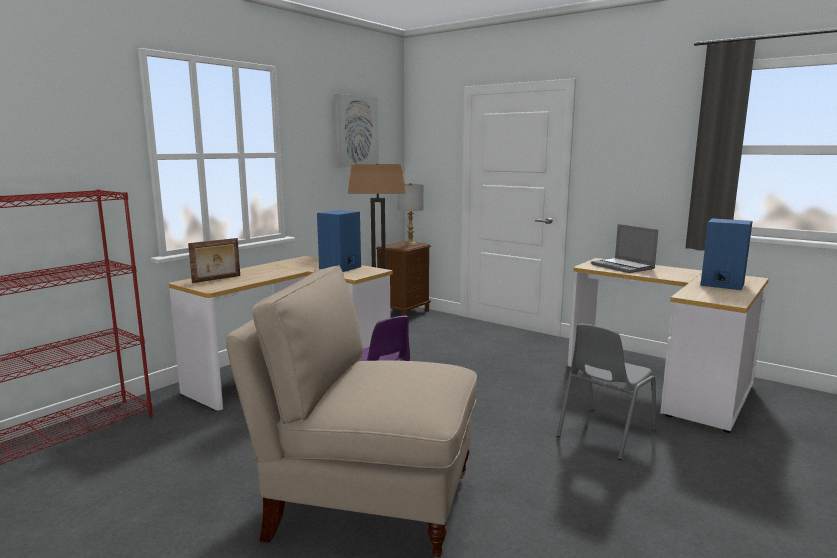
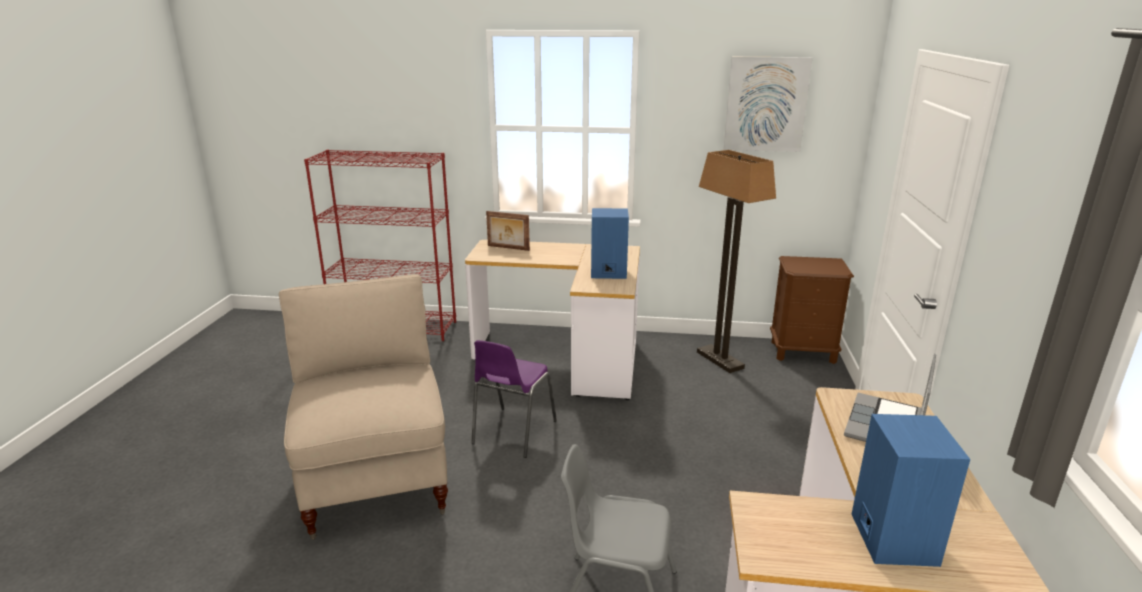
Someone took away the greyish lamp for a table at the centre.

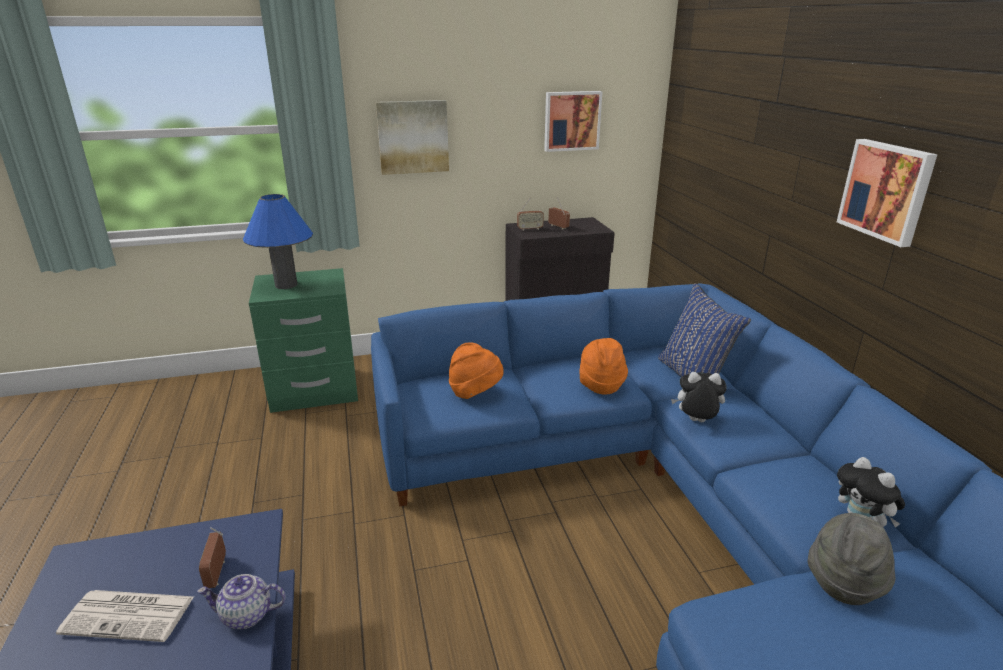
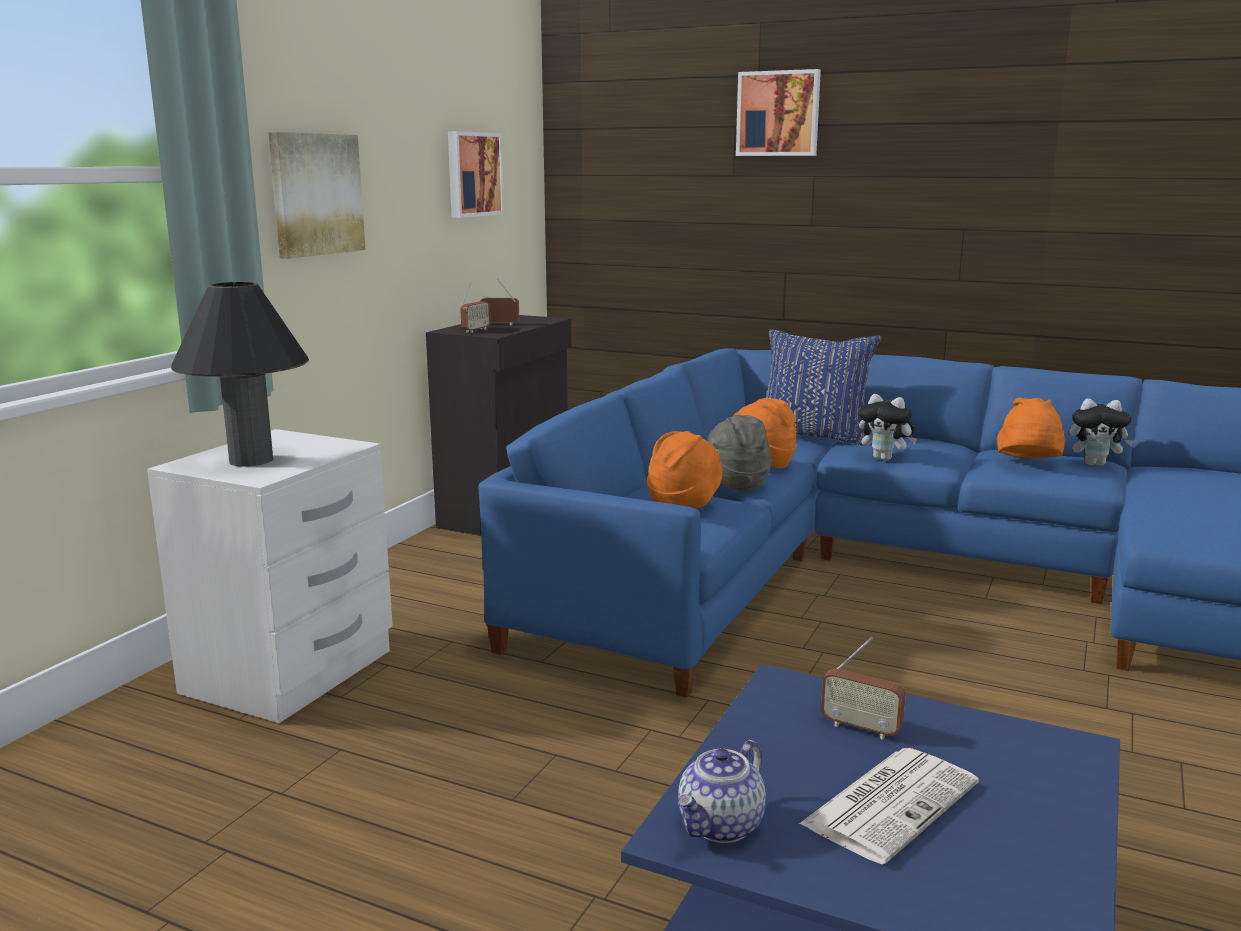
Someone put down the orange-coloured hat (3rd from left) at the middle right.
Someone carried the teapot from the bottom left to the bottom centre.
Someone carried the greyish hat from the bottom right to the centre.
Someone carried the wall art (3rd from left) from the top right to the top centre.
Someone repainted the blue lamp for a table at the middle left, which became the blackish lamp for a table at the middle left.
Someone repainted the greenish bedside table at the middle left, which became the white-coloured bedside table at the middle left.
Someone rotated the soft toy (1st from left) at the middle right by 105 degrees counterclockwise.

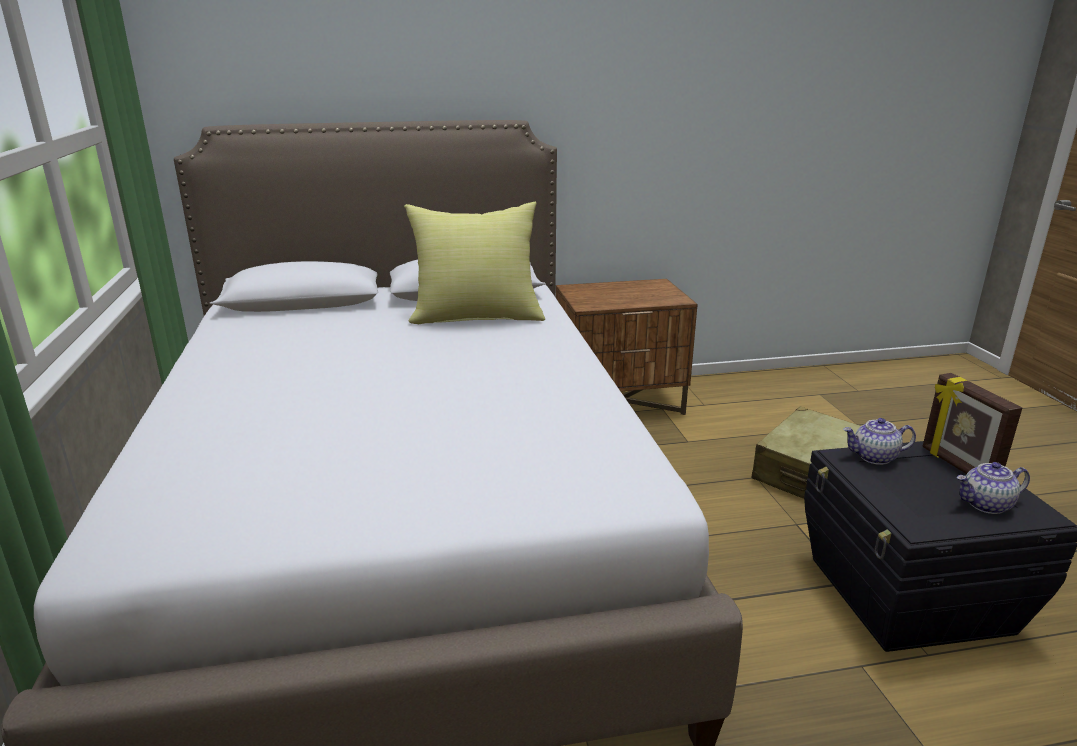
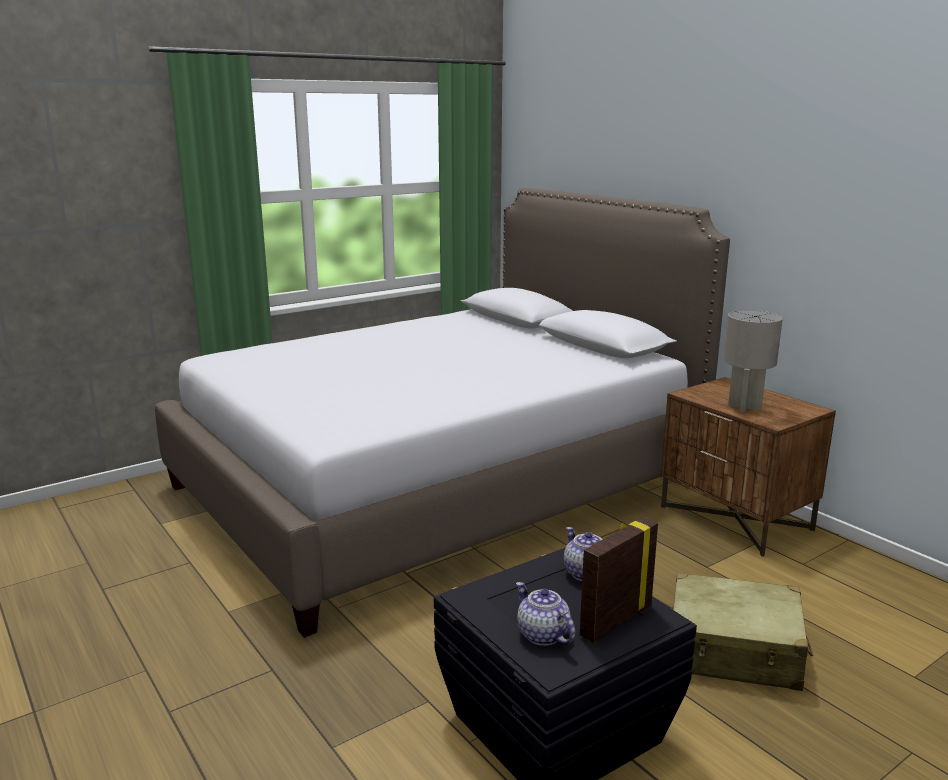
Someone took away the yellow-coloured throw pillow at the centre.
Someone put down the greyish lamp for a table at the middle right.

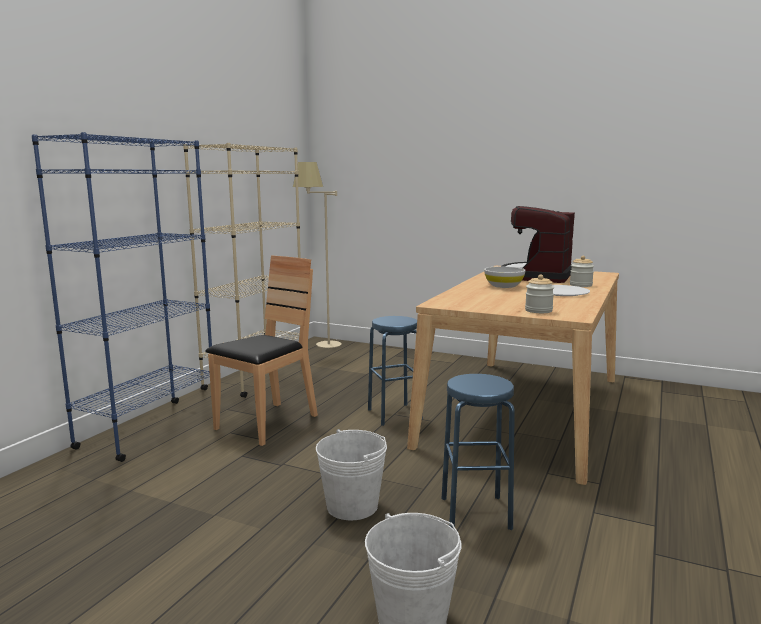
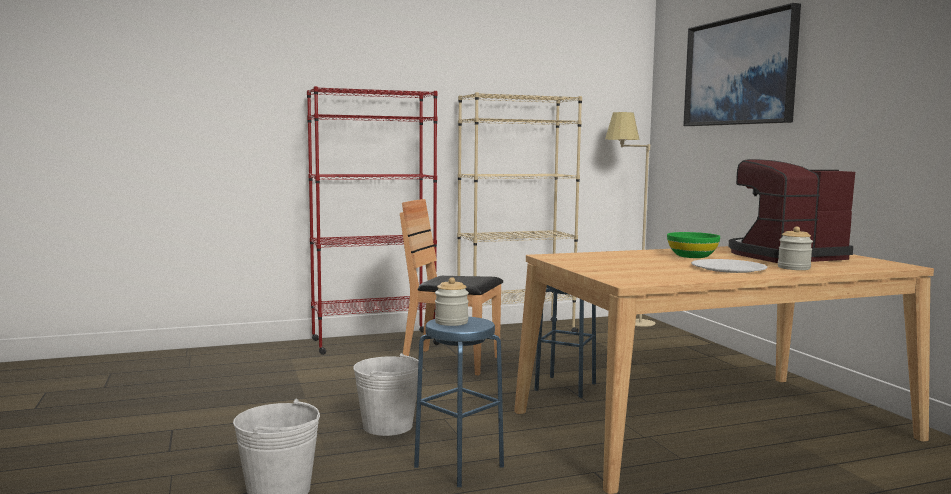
Someone put up the wall art at the top right.
Someone carried the preserve jar (1st from left) from the middle right to the centre.
Someone repainted the blue bookcase at the middle left, which became the red bookcase at the centre.
Someone repainted the white-coloured deep dish at the centre, which became the greenish deep dish at the middle right.
Someone rotated the brown-coloured upright chair at the centre by 150 degrees counterclockwise.

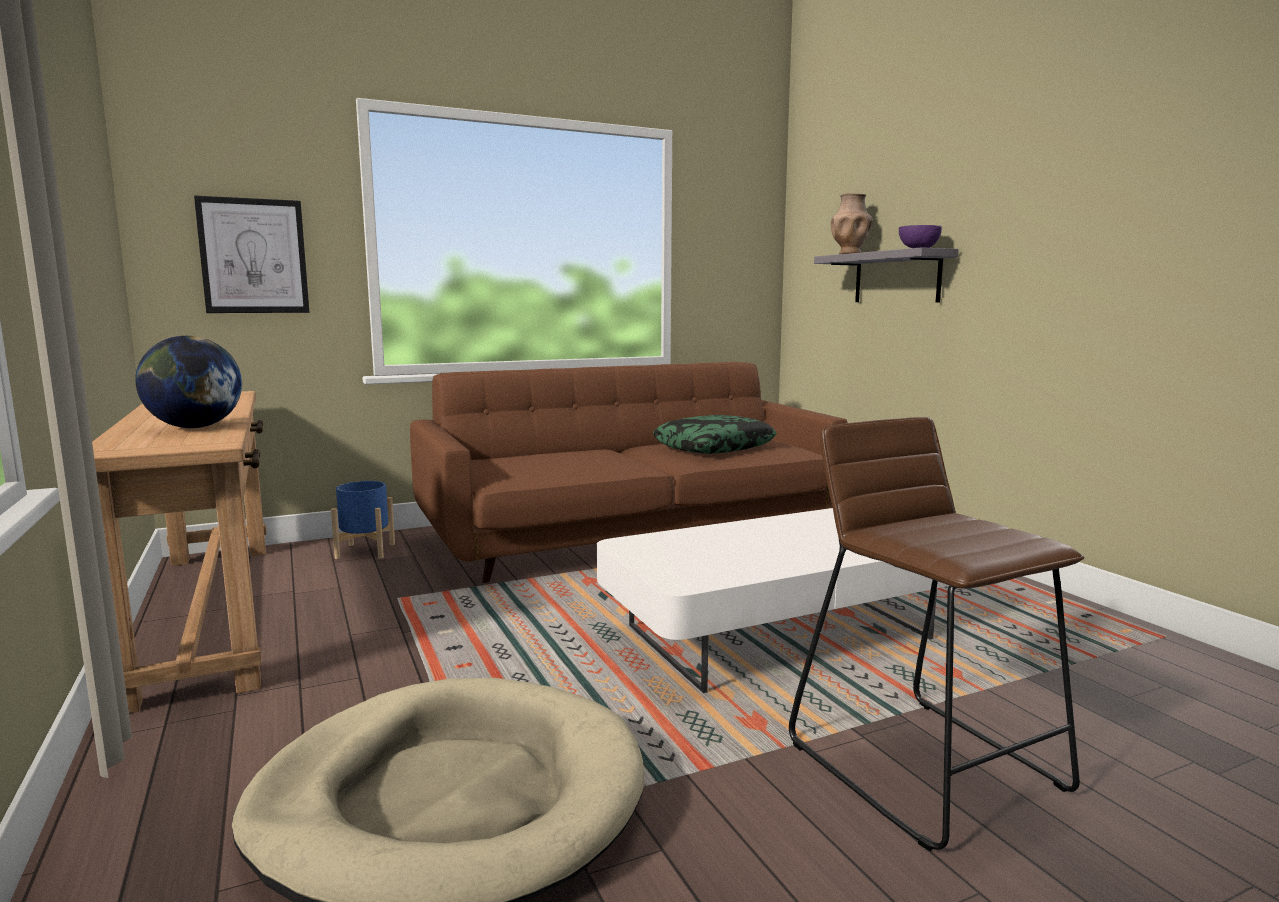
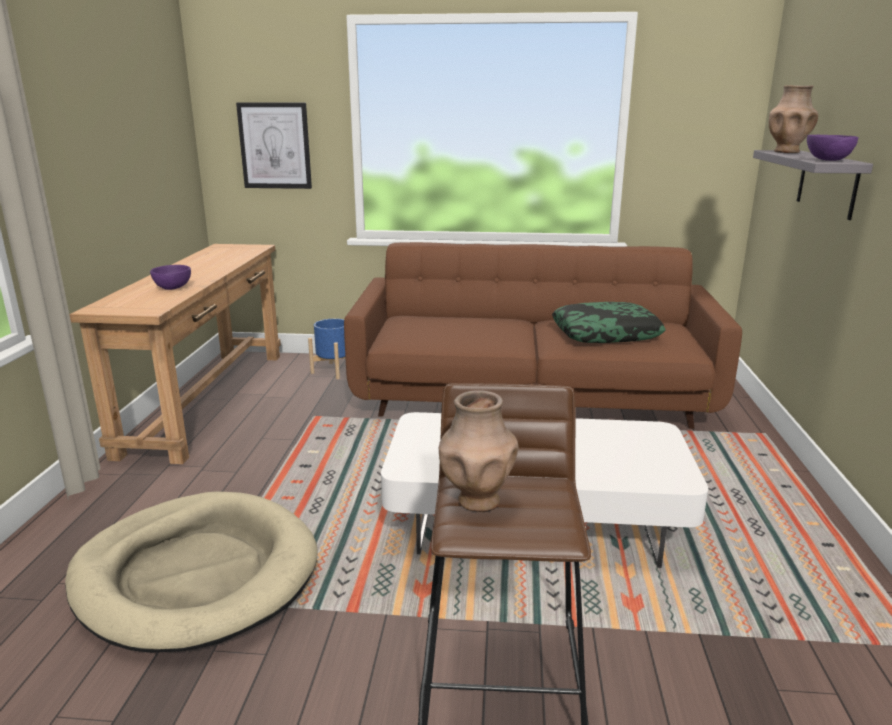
Someone put down the brown-coloured decorative vase (1st from left) at the centre.
Someone swapped the desk globe at the middle left for the purple-coloured deep dish (1st from left) at the middle left.

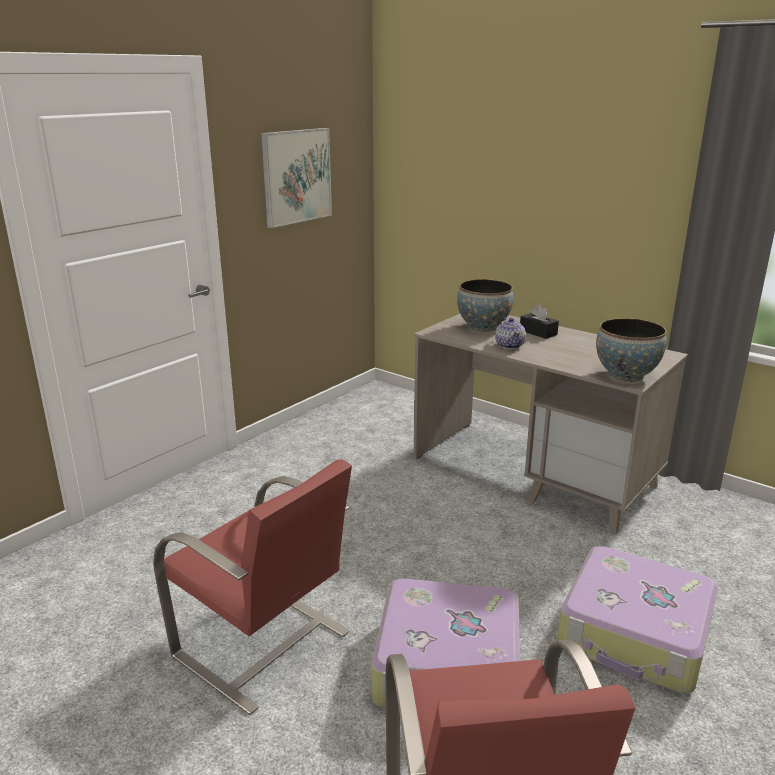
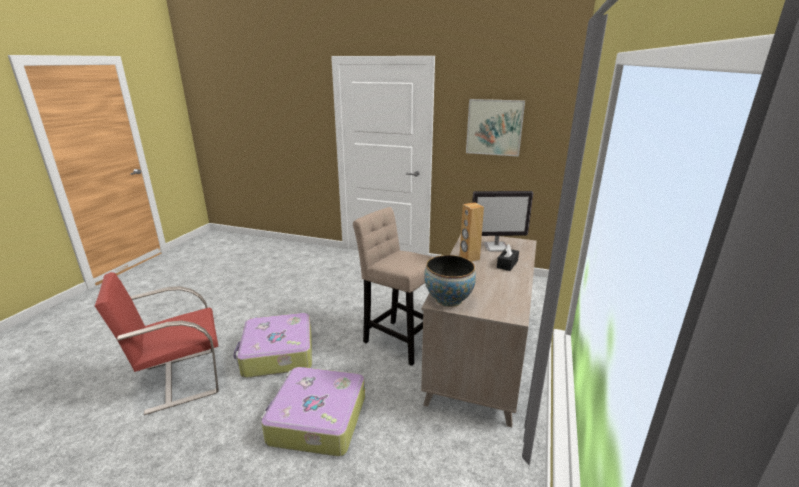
Someone took away the red upright chair (1st from left) at the bottom left.
Someone put down the beige sitting stool at the centre.
Someone swapped the deep dish (1st from left) at the centre for the computer screen at the centre.
Someone swapped the teapot at the centre for the brown-coloured audio speaker at the centre.

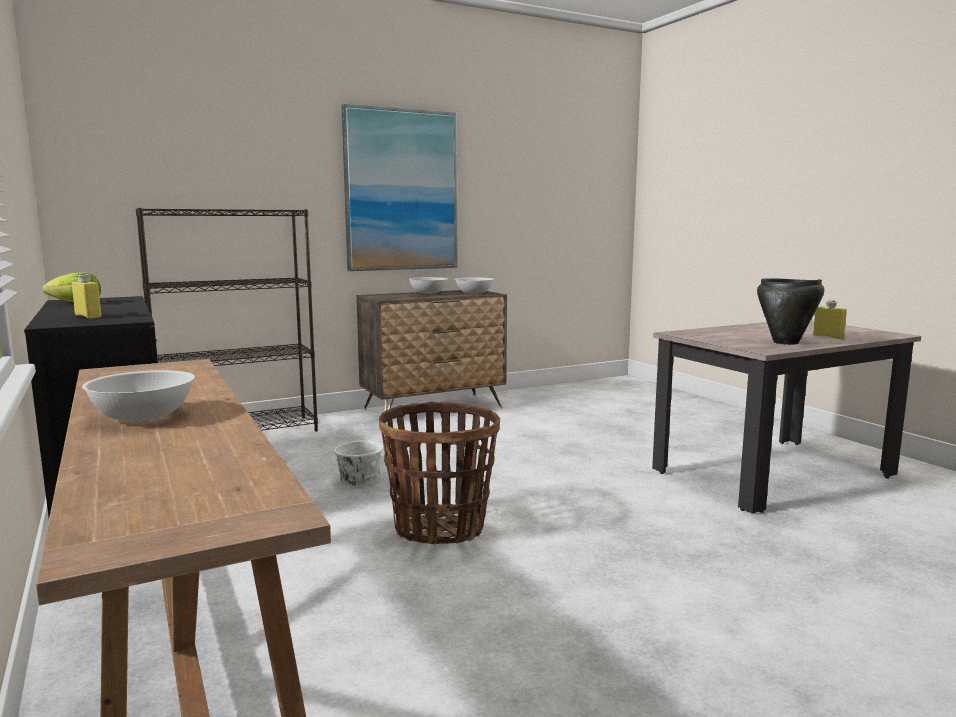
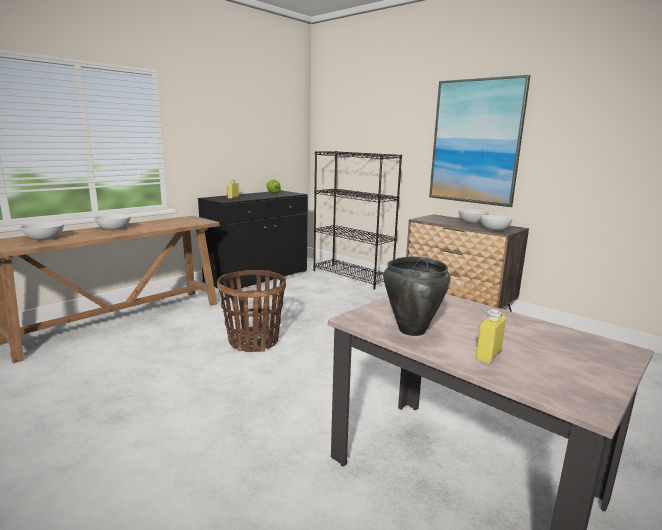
Someone took away the white-coloured bucket at the centre.
Someone put down the white-coloured deep dish (1st from left) at the middle left.

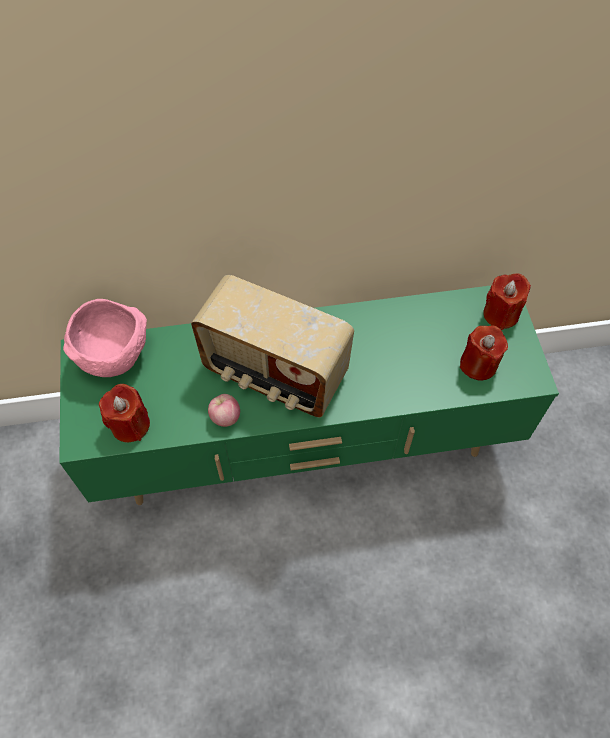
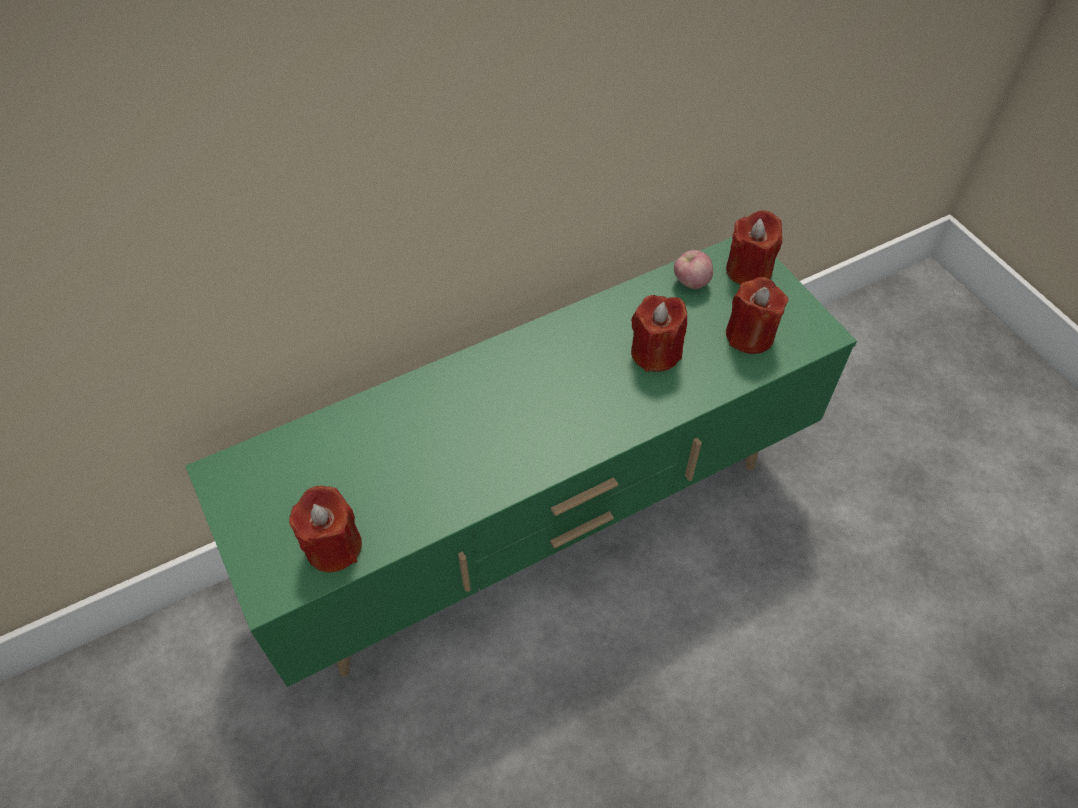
Someone took away the pink-coloured deep dish at the middle left.
Someone took away the radio at the centre.
Someone put down the red wax light (2nd from left) at the centre.
Someone carried the apple fruit from the centre to the top centre.

